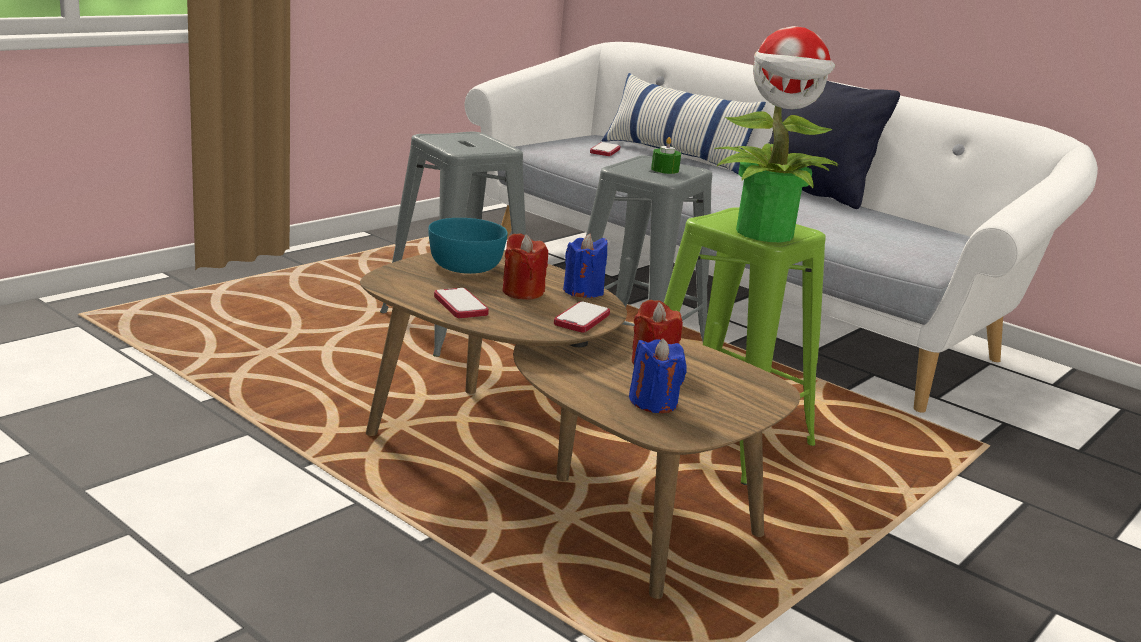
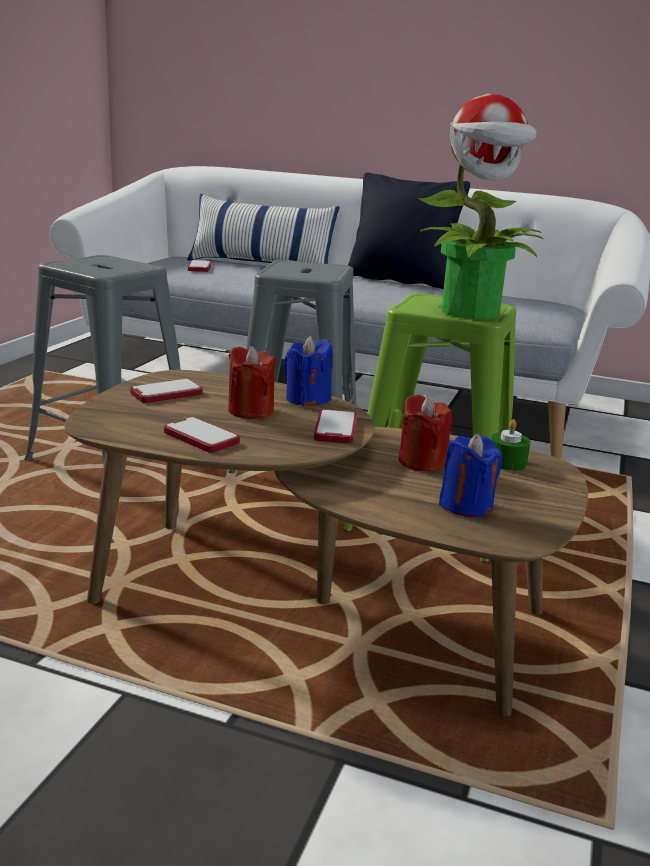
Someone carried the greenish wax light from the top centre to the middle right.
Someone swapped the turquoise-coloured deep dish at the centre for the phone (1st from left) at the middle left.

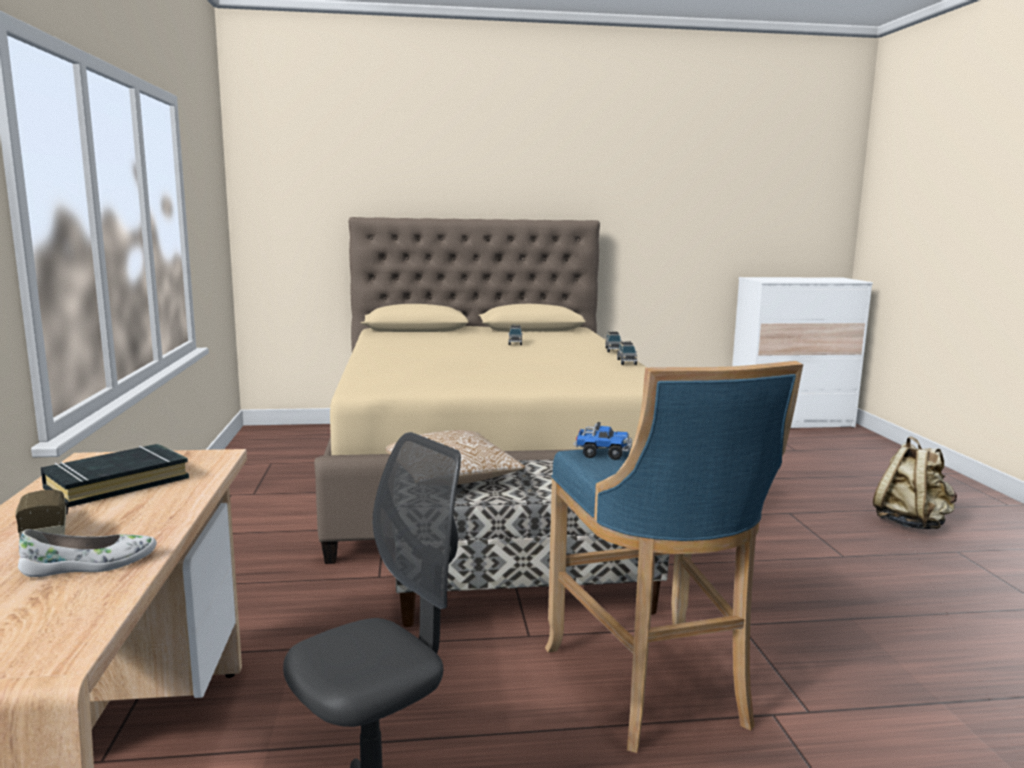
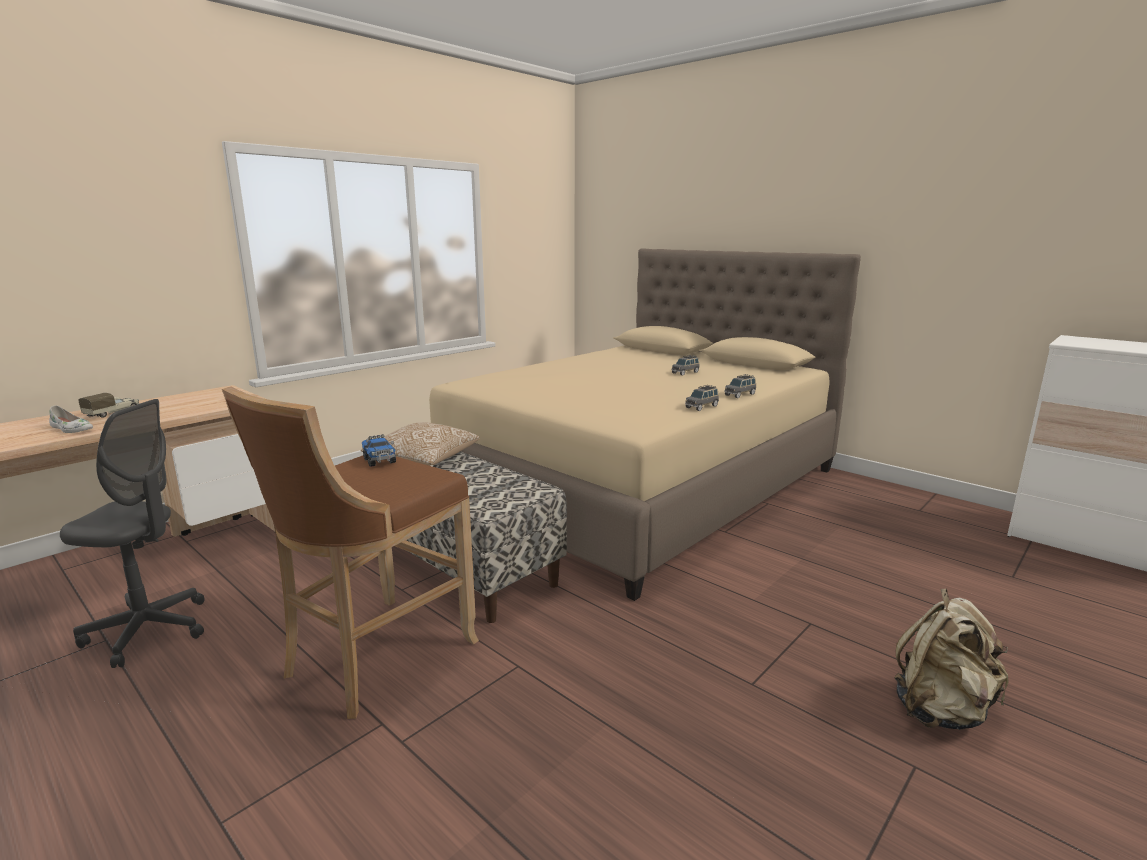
Someone took away the blackish book at the middle left.
Someone repainted the blue sitting stool at the bottom centre, which became the brown-coloured sitting stool at the middle left.

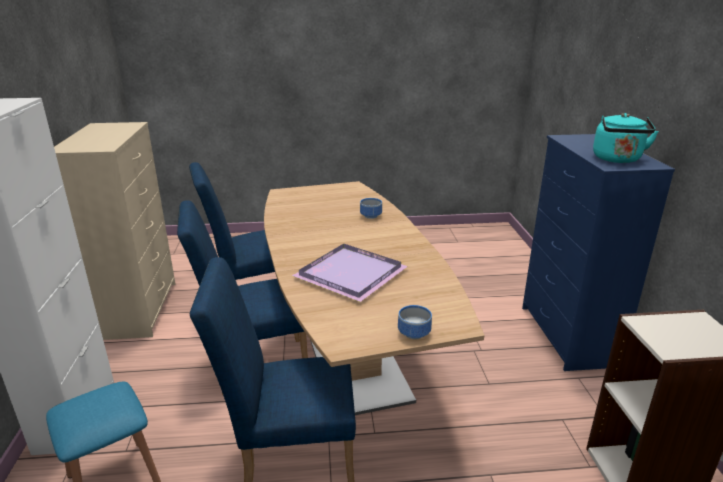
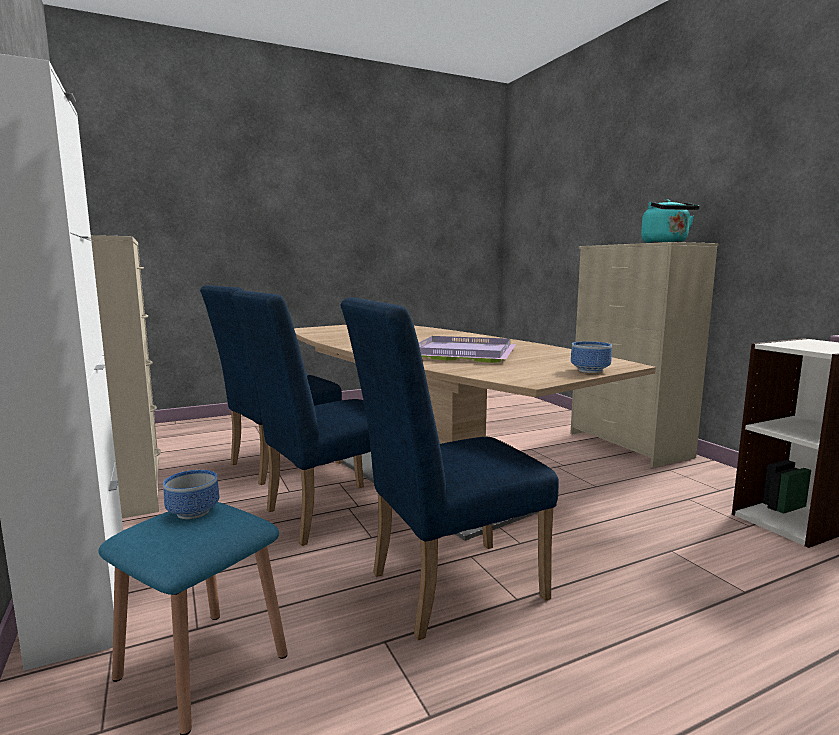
Someone carried the deep dish (1st from left) from the centre to the bottom left.
Someone repainted the blue drawer chest at the middle right, which became the beige drawer chest (2nd from left) at the middle right.

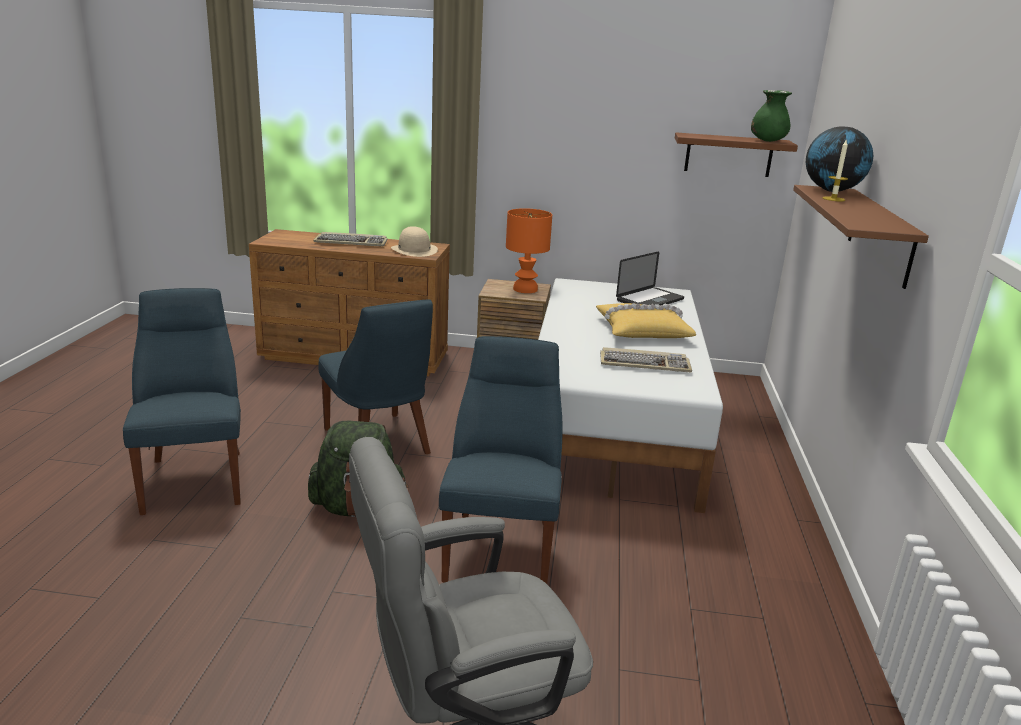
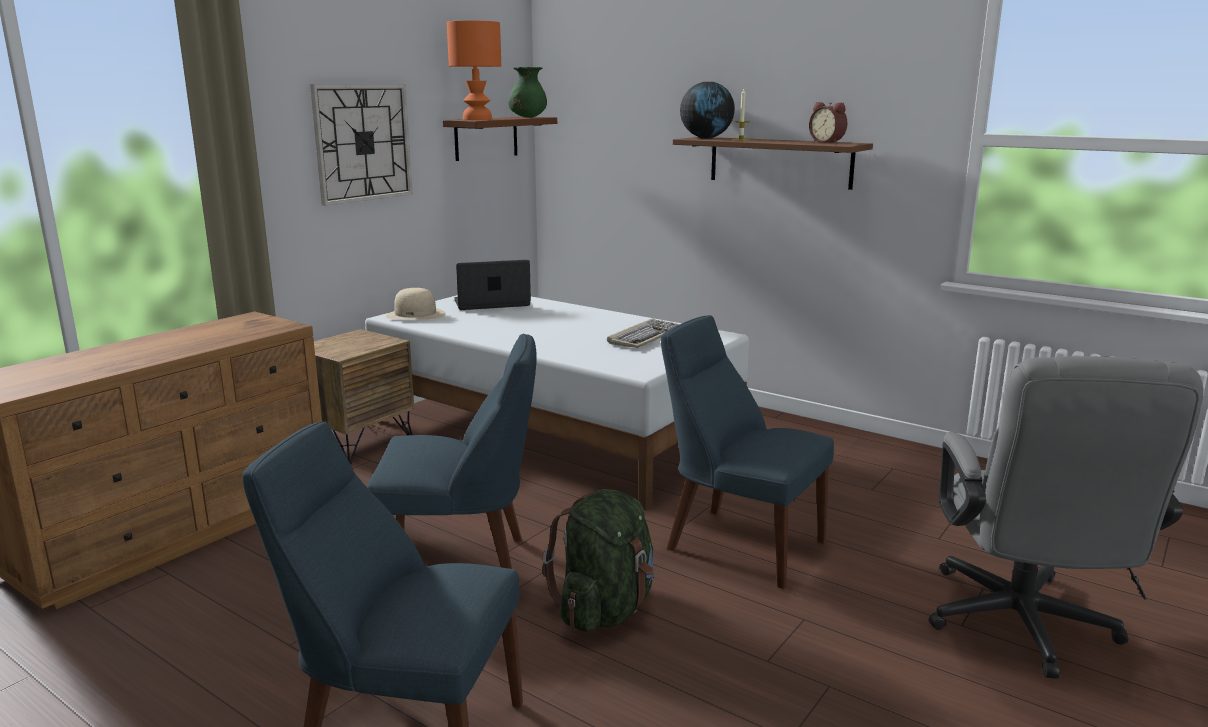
Someone took away the keyboard (1st from left) at the top centre.
Someone took away the yellow-coloured throw pillow at the centre.
Someone put up the hanging clock at the top left.
Someone put down the table clock at the top right.
Someone carried the beige hat from the top centre to the centre.
Someone carried the orange-coloured lamp for a table from the centre to the top centre.
Someone rotated the laptop at the centre by 90 degrees counterclockwise.

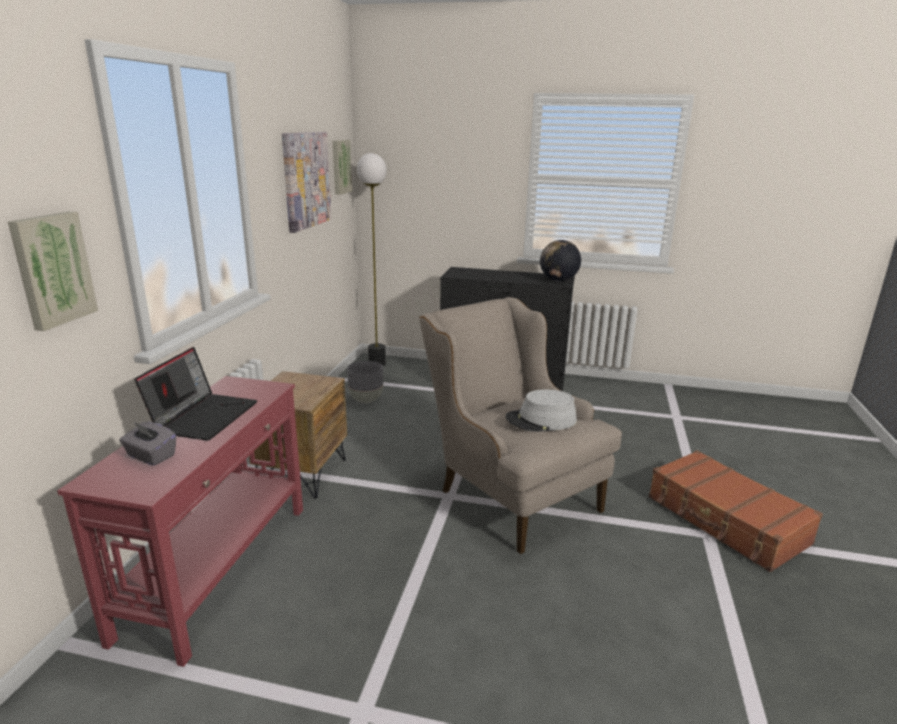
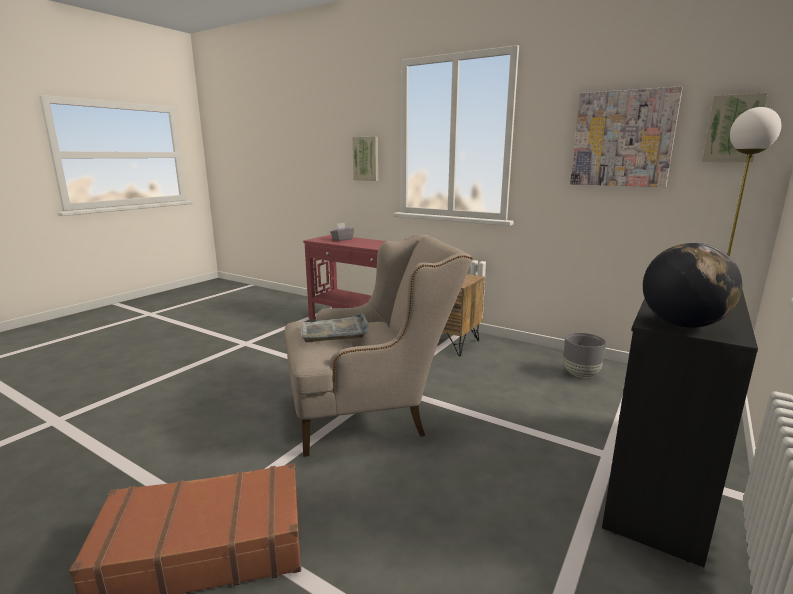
Someone took away the laptop at the middle left.
Someone swapped the greyish hat at the centre for the greyish tray at the centre.

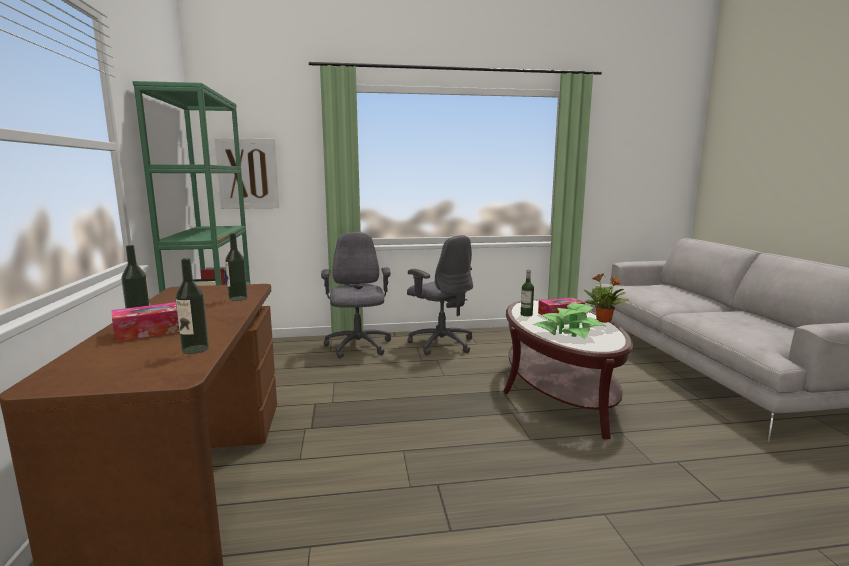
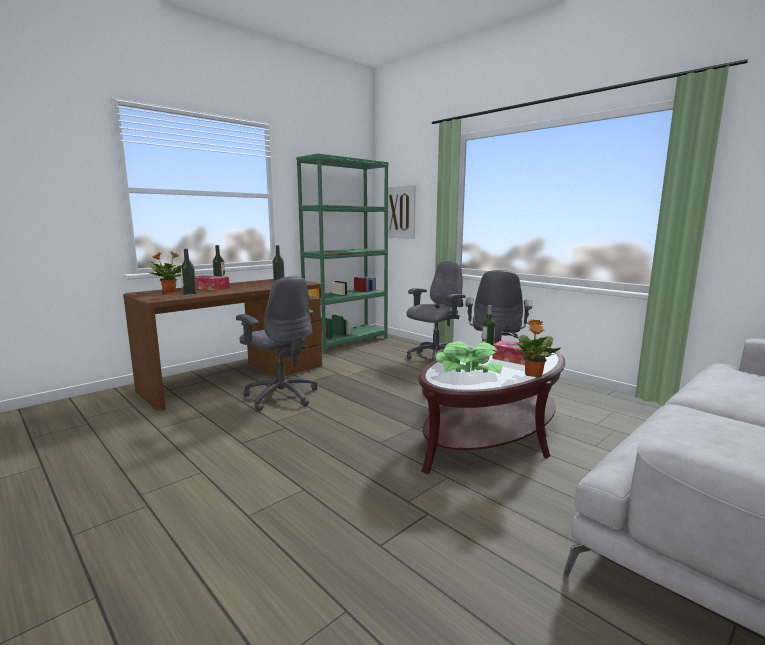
Someone put down the houseplant (1st from left) at the middle left.
Someone put down the greyish computer chair (1st from left) at the centre.

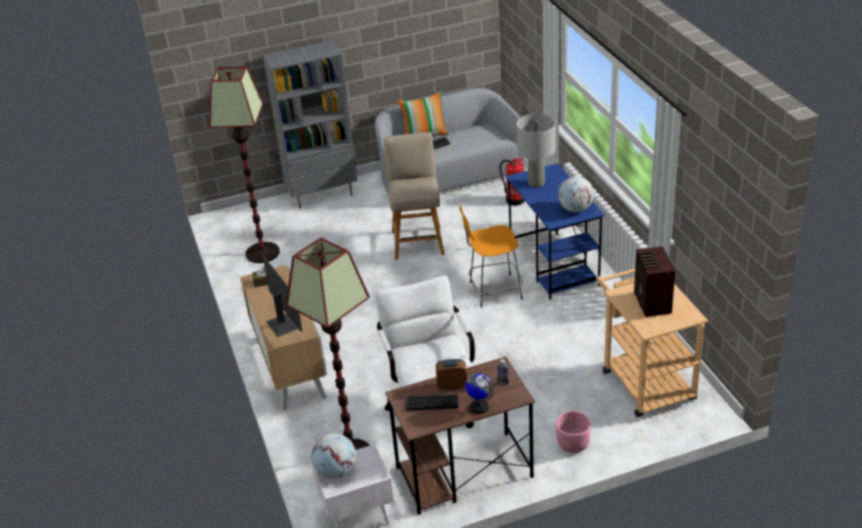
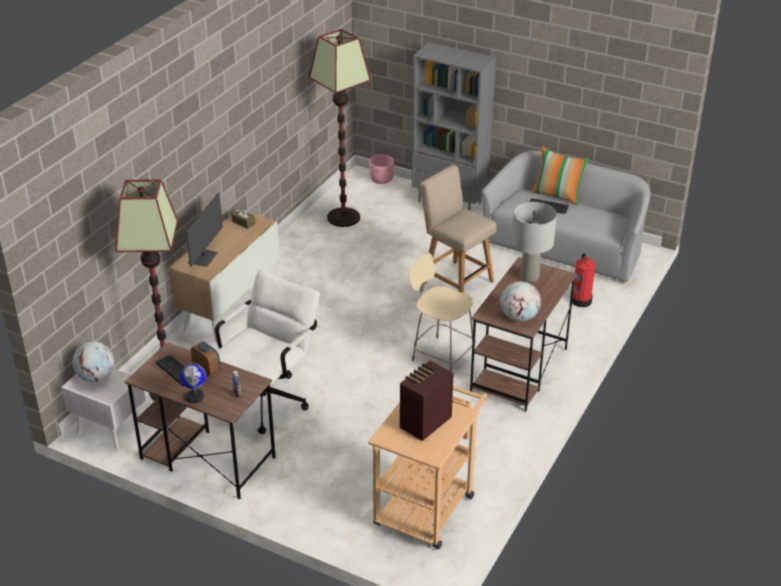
Someone carried the pink-coloured planter from the bottom centre to the top centre.
Someone repainted the orange-coloured sitting stool at the centre, which became the beige sitting stool at the centre.
Someone repainted the blue desk at the centre, which became the brown-coloured desk (2nd from left) at the middle right.
Someone rotated the beige upright chair at the centre by 90 degrees counterclockwise.

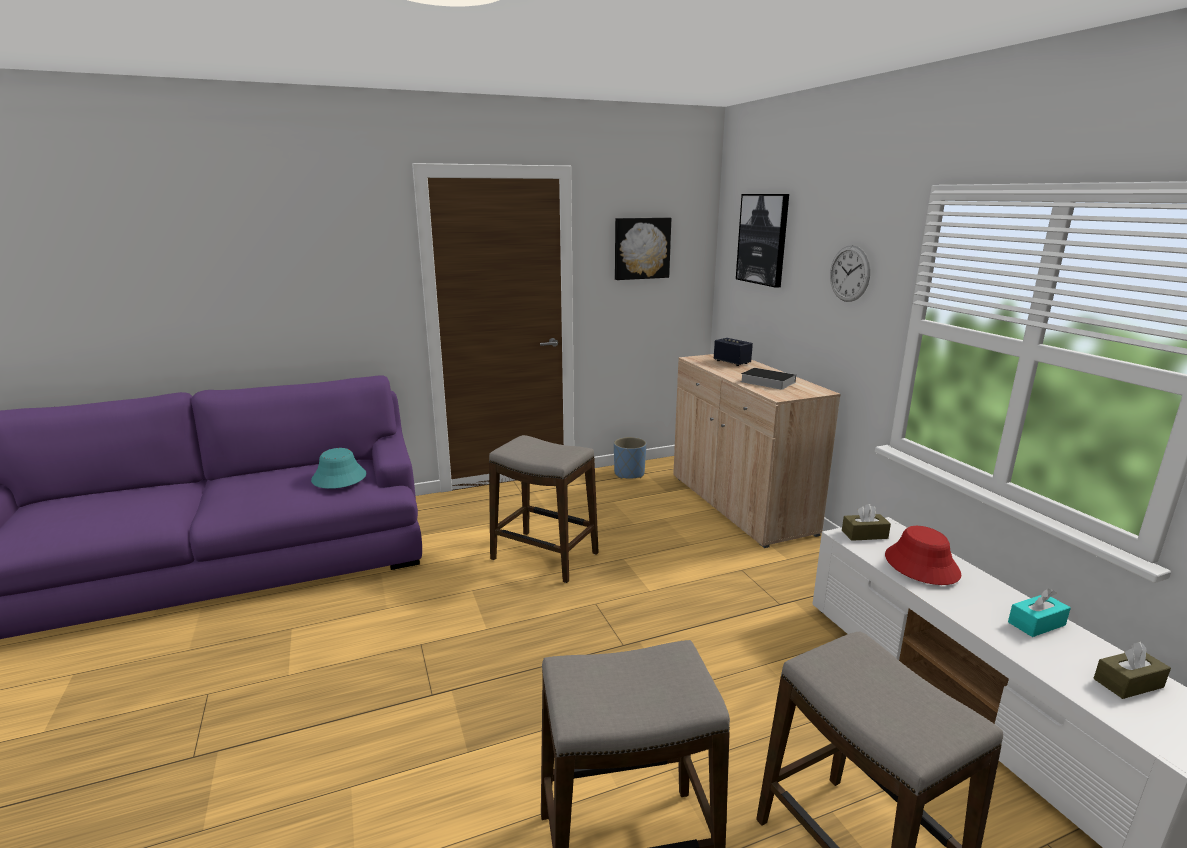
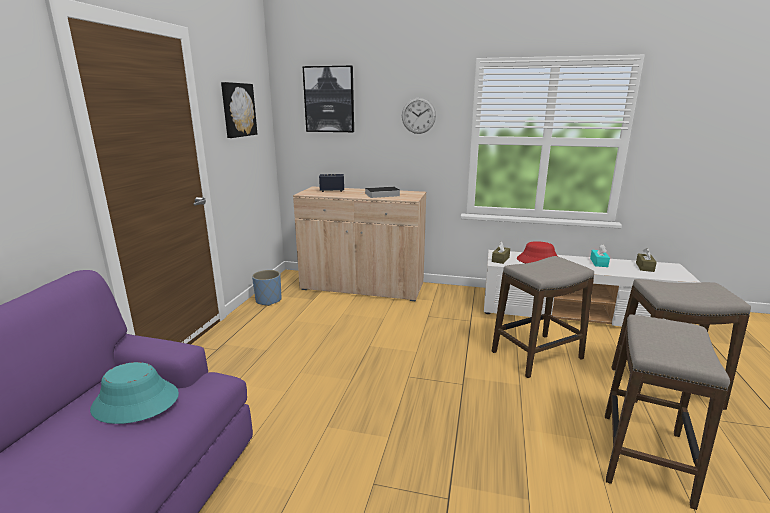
Someone carried the sitting stool (1st from left) from the centre to the middle right.

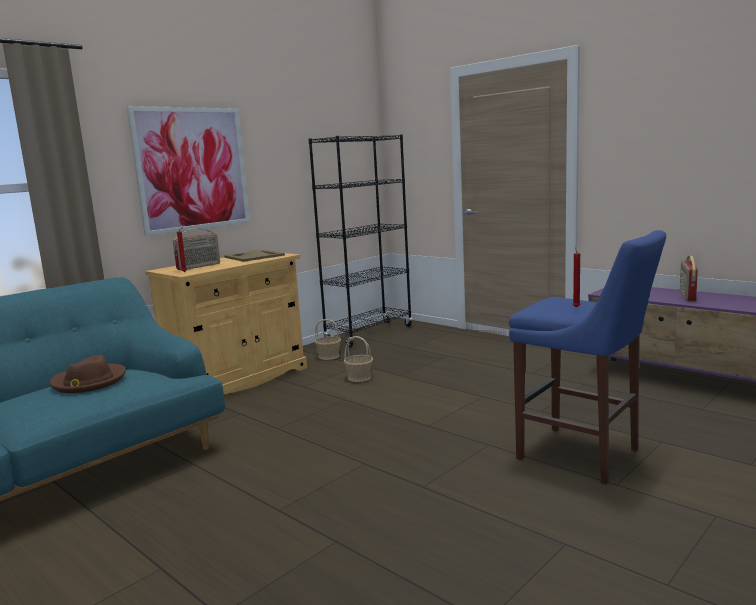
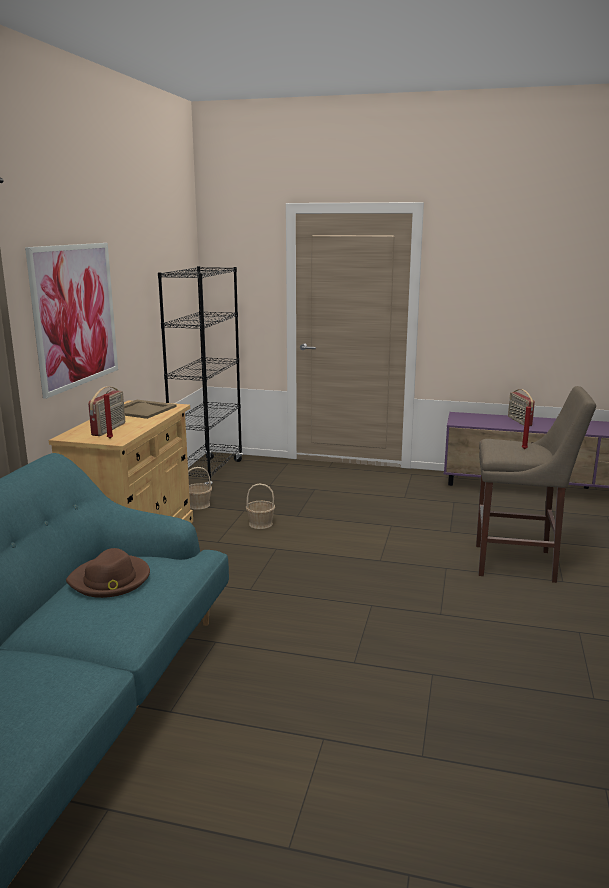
Someone repainted the blue sitting stool at the middle right, which became the beige sitting stool at the middle right.

